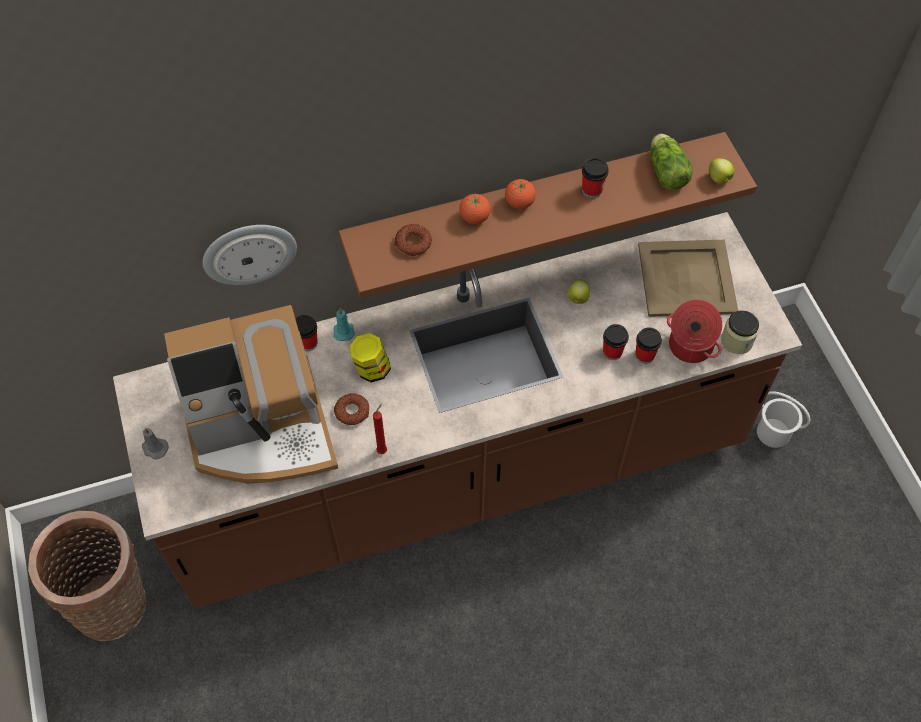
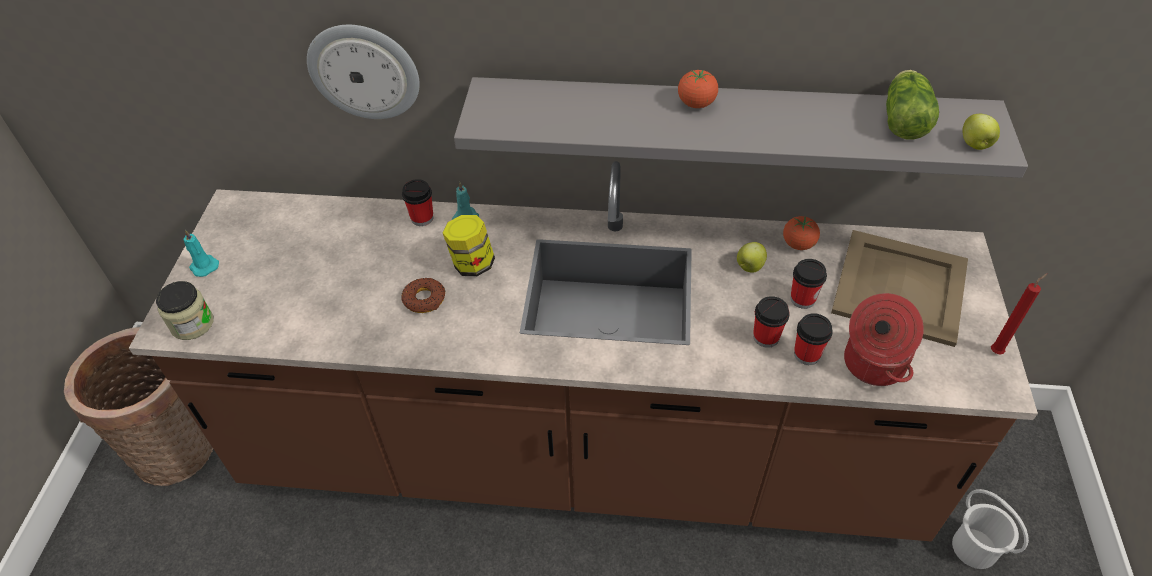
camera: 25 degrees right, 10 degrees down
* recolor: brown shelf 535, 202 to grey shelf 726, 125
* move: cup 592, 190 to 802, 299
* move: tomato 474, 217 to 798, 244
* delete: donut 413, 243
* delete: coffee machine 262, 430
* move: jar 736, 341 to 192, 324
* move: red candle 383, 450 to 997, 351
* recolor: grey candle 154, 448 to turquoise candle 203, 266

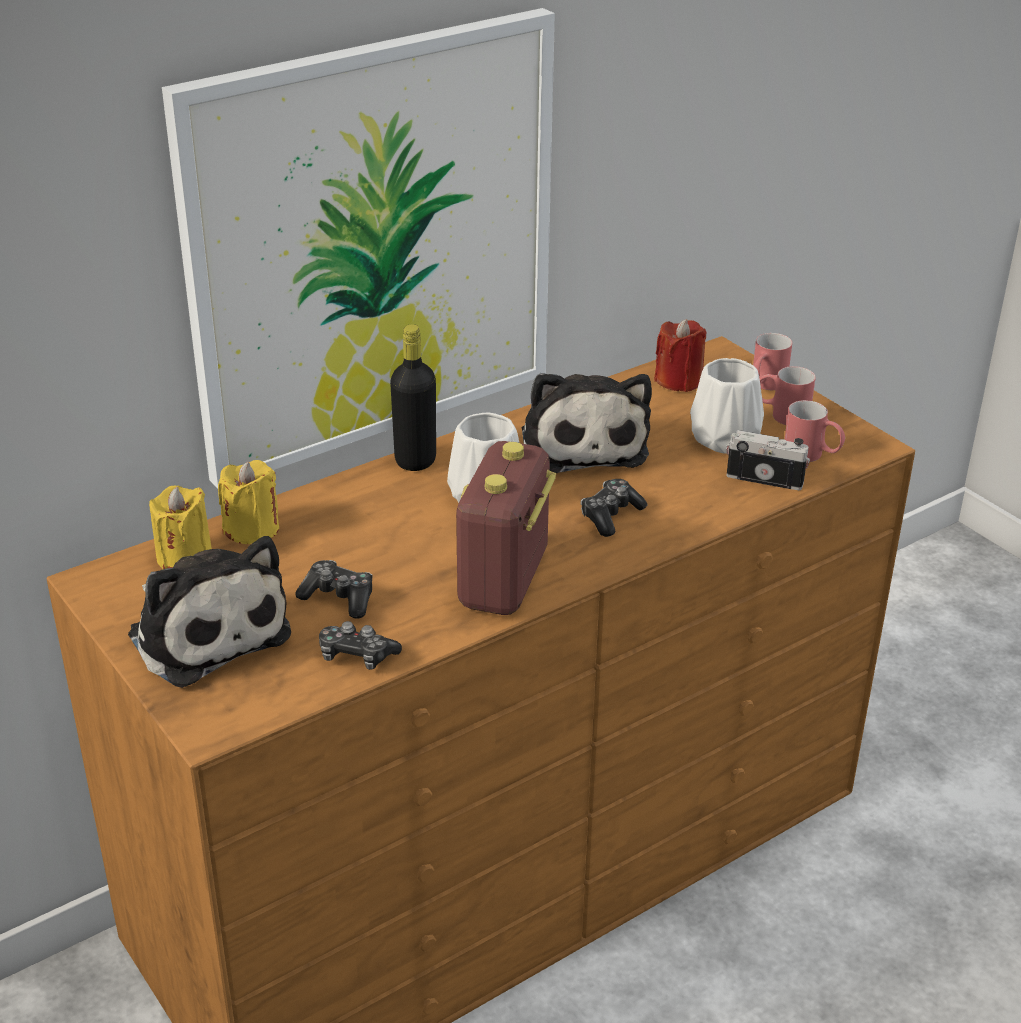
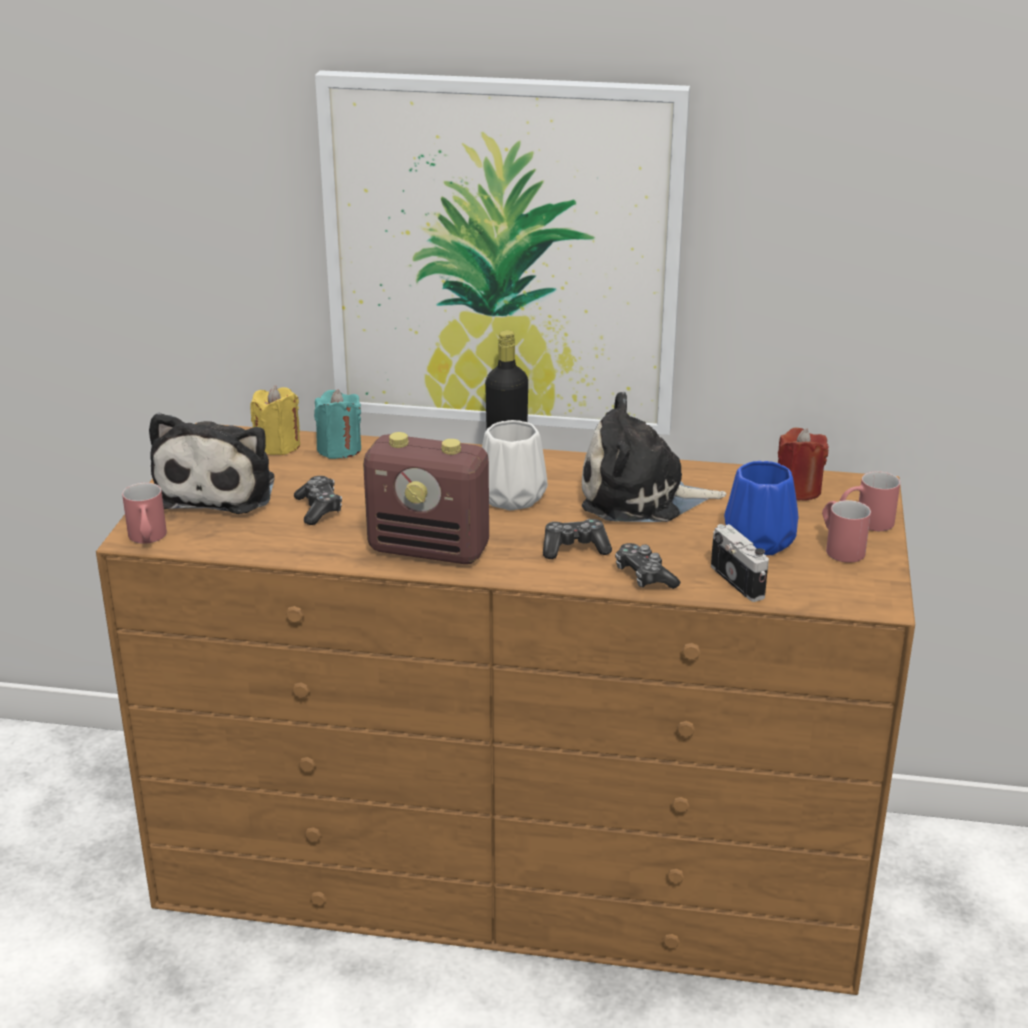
camera: 45 degrees right, 5 degrees down
* recolor: white vase 726, 439 to blue vase 759, 543
* rotate: plush toy 582, 444 = 640, 497 60 degrees clockwise
* move: red mug 812, 455 to 147, 539
* rotate: radio 503, 581 = 430, 549 135 degrees counterclockwise
* recolor: yellow candle 252, 529 to turquoise candle 339, 449
* move: game controller 356, 656 to 644, 576

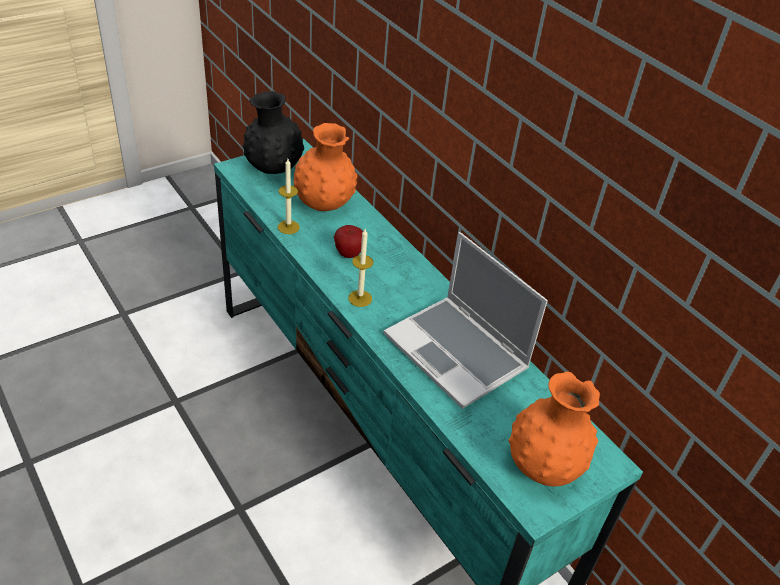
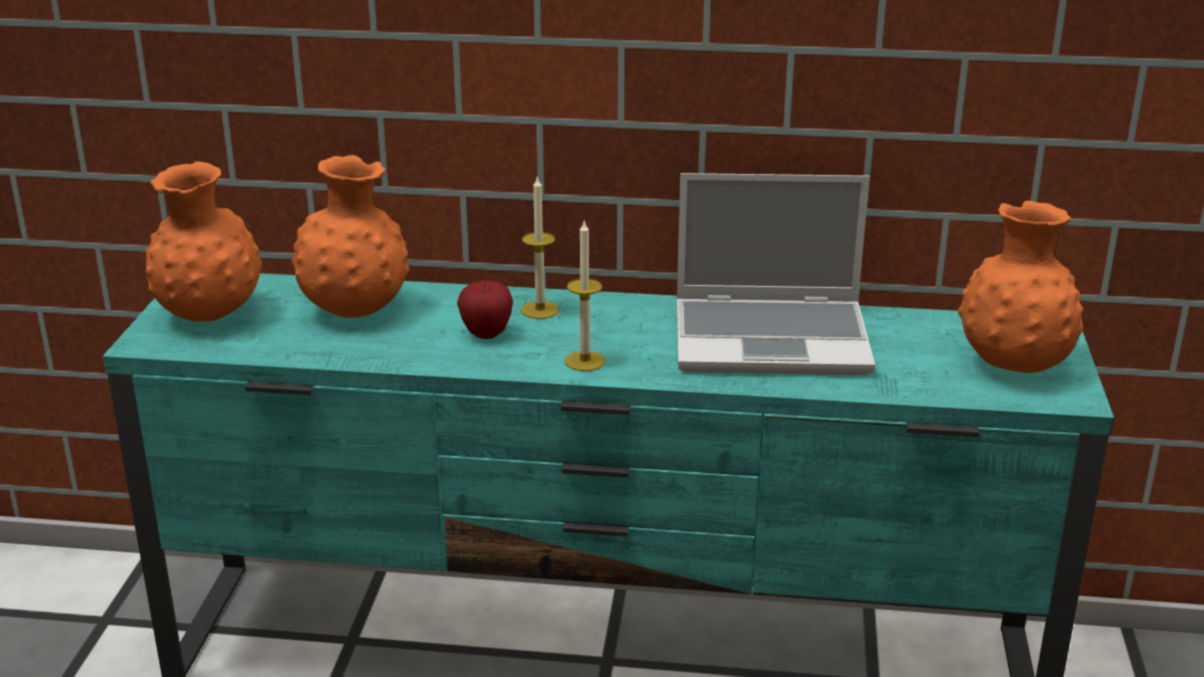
camera: 45 degrees left, 15 degrees down
* recolor: black vase 273, 169 to orange vase 209, 316
* move: candle 288, 227 to 540, 310

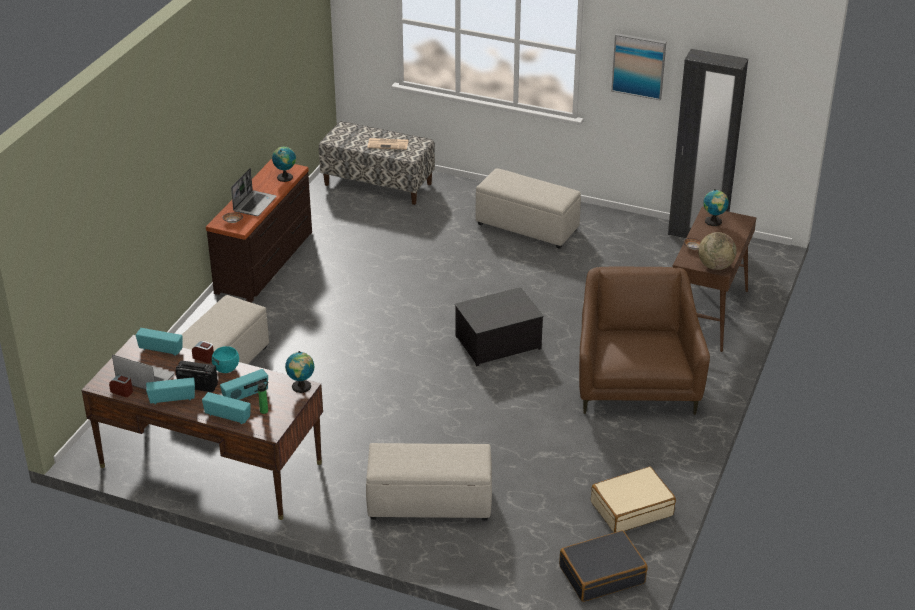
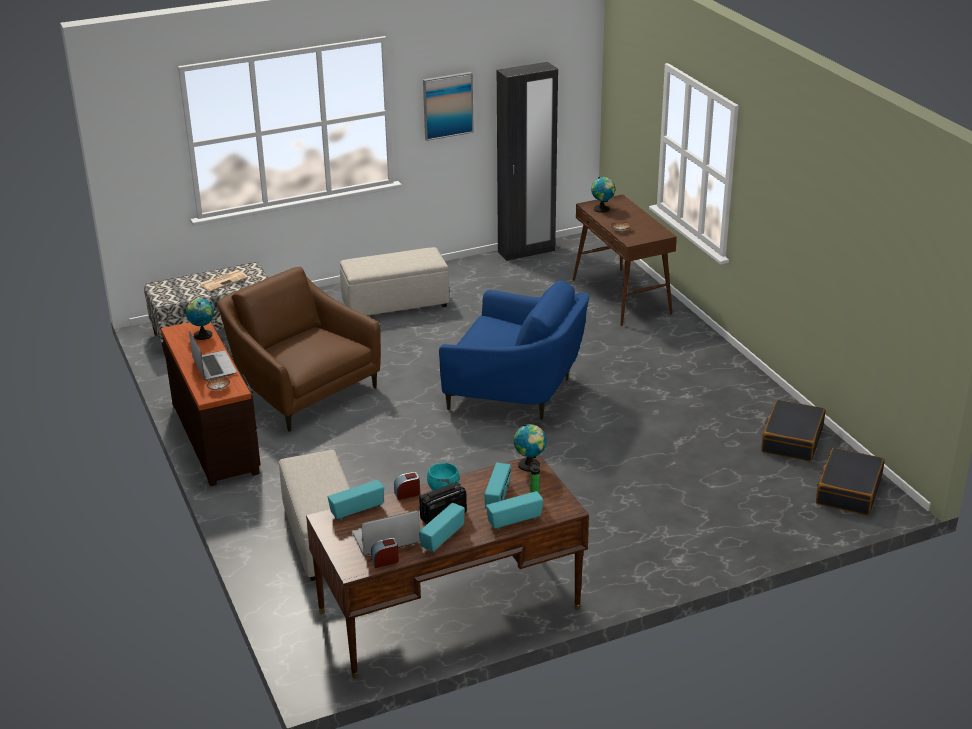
camera: 45 degrees left, 5 degrees down
* delete: globe 715, 266
* move: brown armchair 635, 381 to 301, 389
* replace: storage box 498, 343 to blue armchair 516, 391
* delete: beige ottoman 428, 503
* recolor: beige suitcase 631, 508 to black suitcase 791, 439

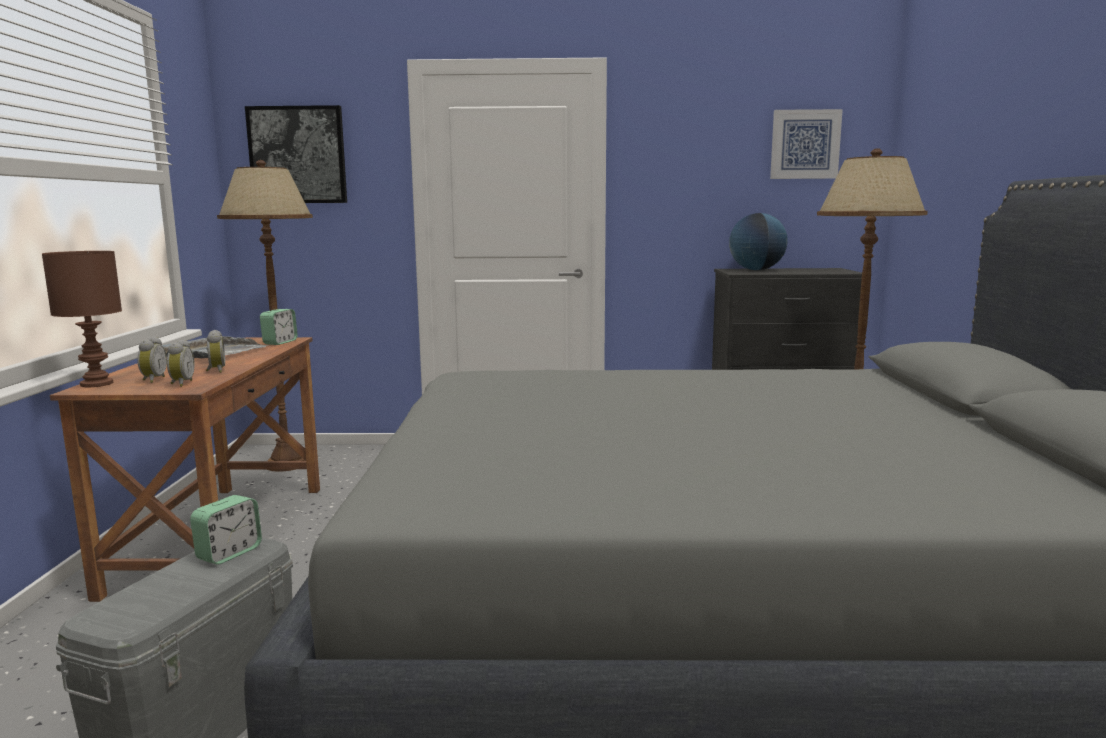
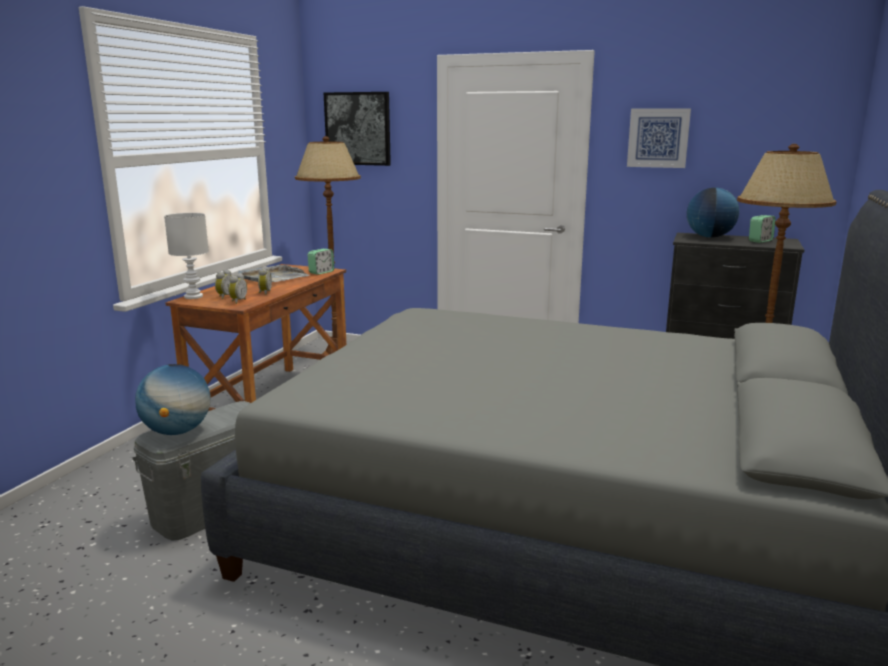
camera: 20 degrees right, 5 degrees up
* move: picture 805, 144 to 658, 138
* recolor: brown table lamp 97, 383 to white table lamp 194, 296
* move: alarm clock 229, 553 to 760, 241
* insert: globe 177, 431

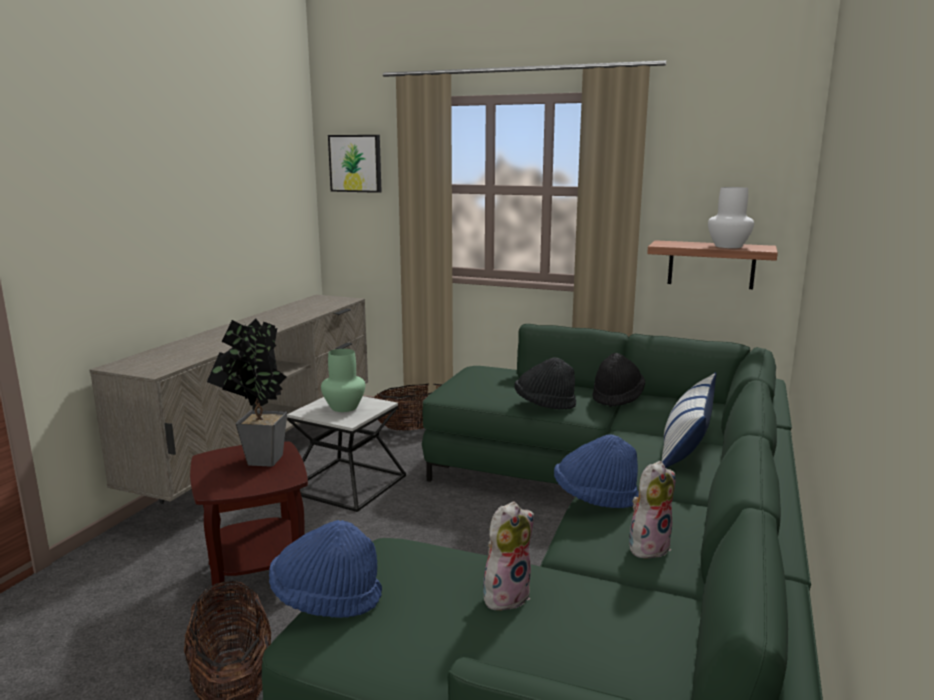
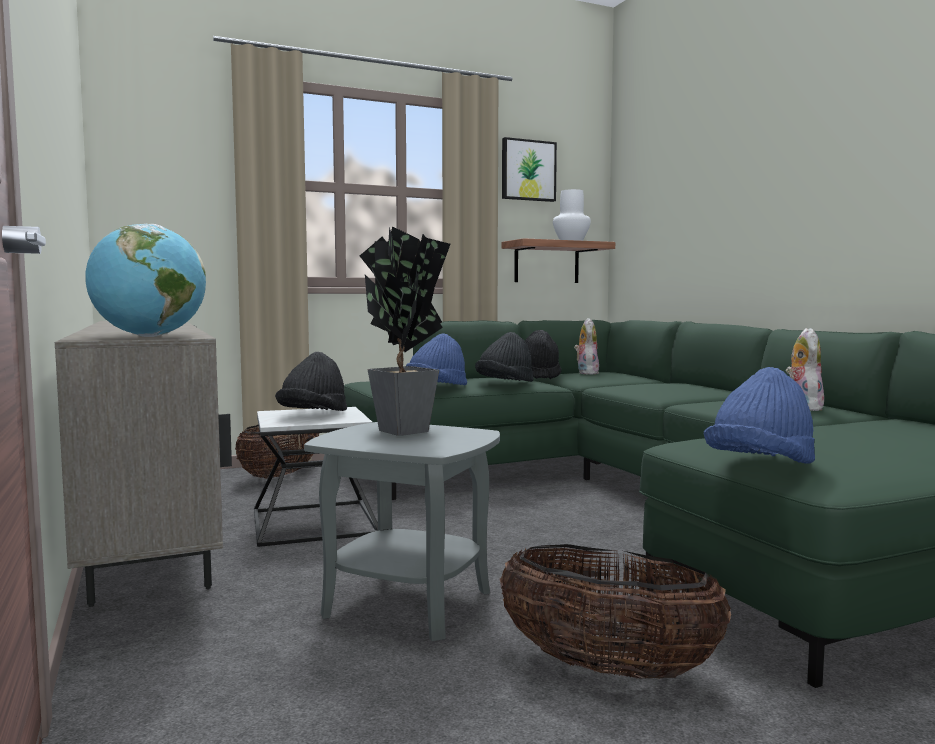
camera: 45 degrees left, 10 degrees down
* move: picture 356, 163 to 528, 170
* replace: green vase 345, 407 to black hat 313, 415
* delete: pillow 685, 446
* move: blue hat 595, 499 to 437, 387
* recolor: brown side table 257, 576 to grey side table 407, 603
* move: plush toy 506, 594 to 586, 373
* insert: globe 149, 336

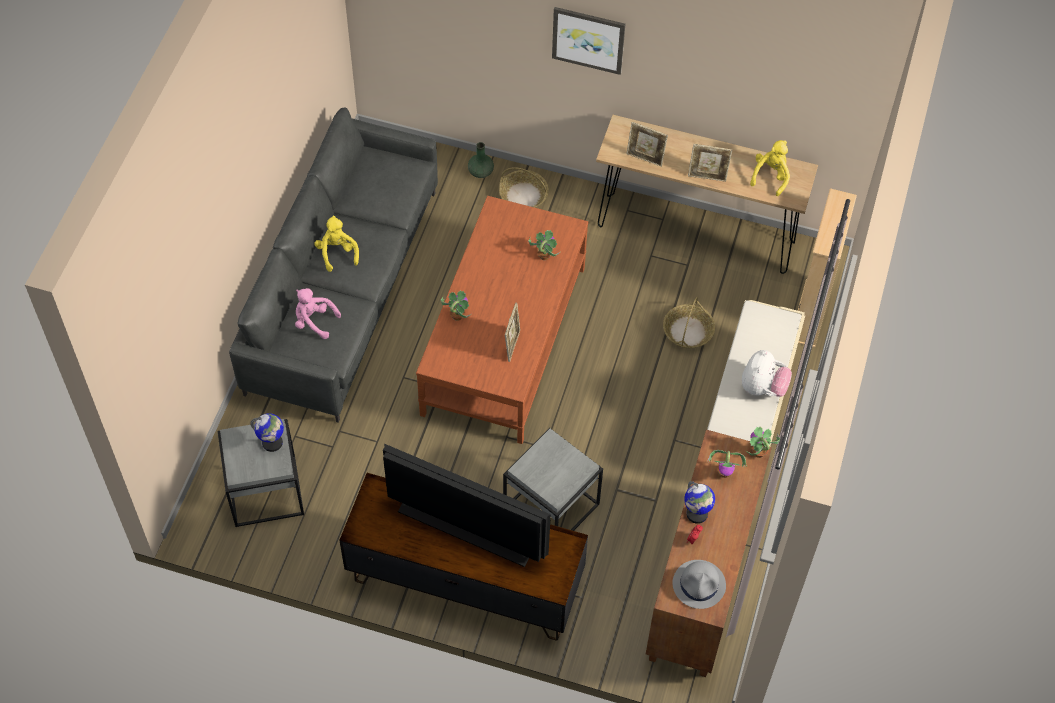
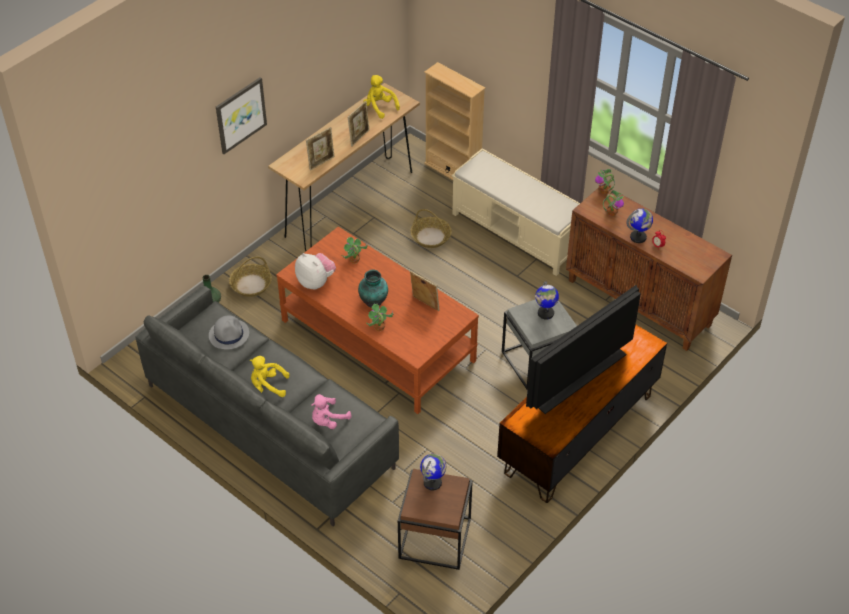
camera: 65 degrees left, 10 degrees down
* move: plush toy 762, 387 to 316, 282
* recolor: grey side table 264, 490 to brown side table 434, 539
* move: grey hat 699, 584 to 229, 334
* insert: vase 374, 302
* insert: globe 545, 313

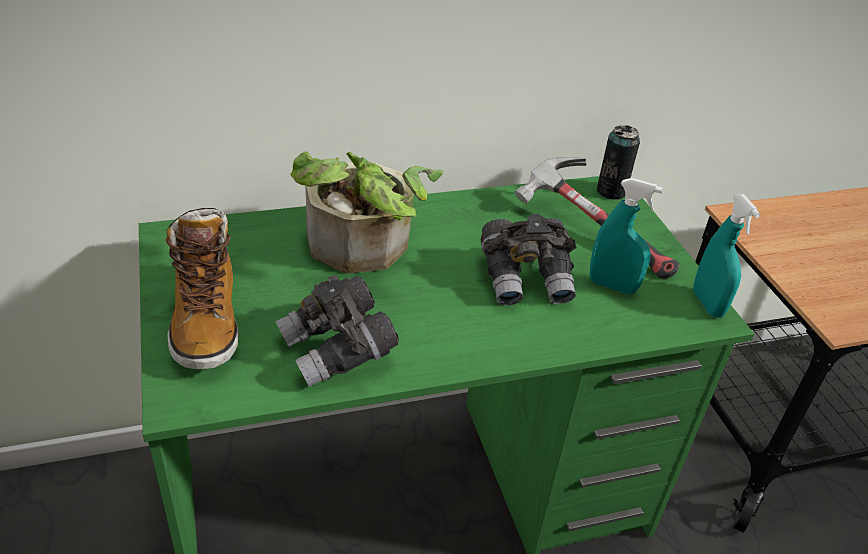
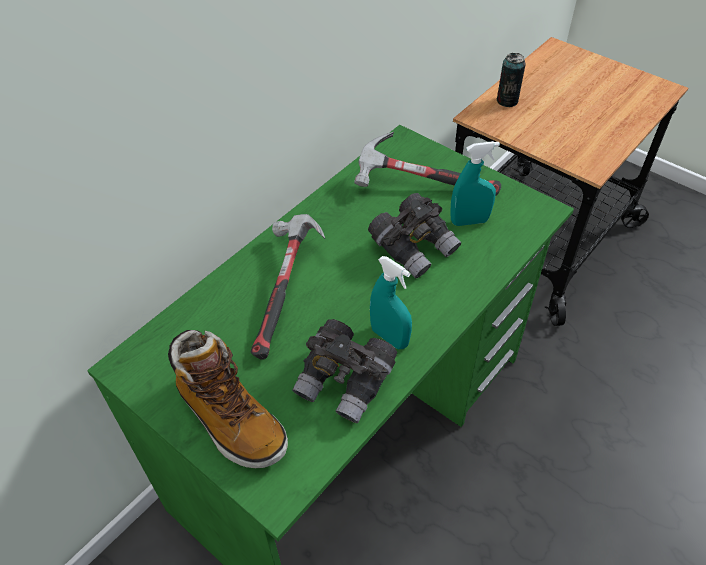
camera: 30 degrees left, 10 degrees up
* move: can 611, 191 to 507, 101
* replace: potted plant 362, 251 to hammer 285, 291
* move: turquoise spray bottle 707, 304 to 389, 337

